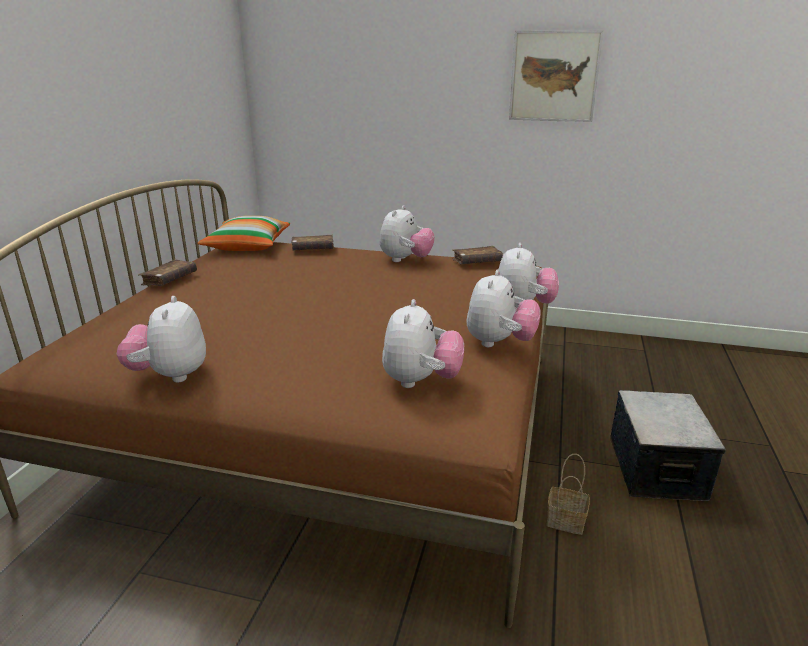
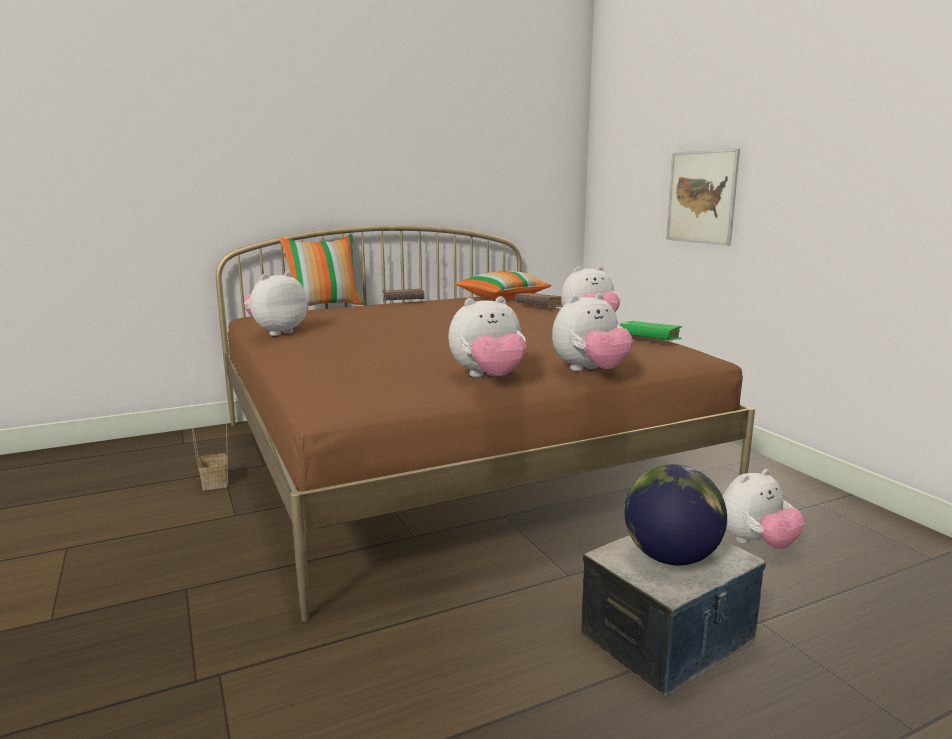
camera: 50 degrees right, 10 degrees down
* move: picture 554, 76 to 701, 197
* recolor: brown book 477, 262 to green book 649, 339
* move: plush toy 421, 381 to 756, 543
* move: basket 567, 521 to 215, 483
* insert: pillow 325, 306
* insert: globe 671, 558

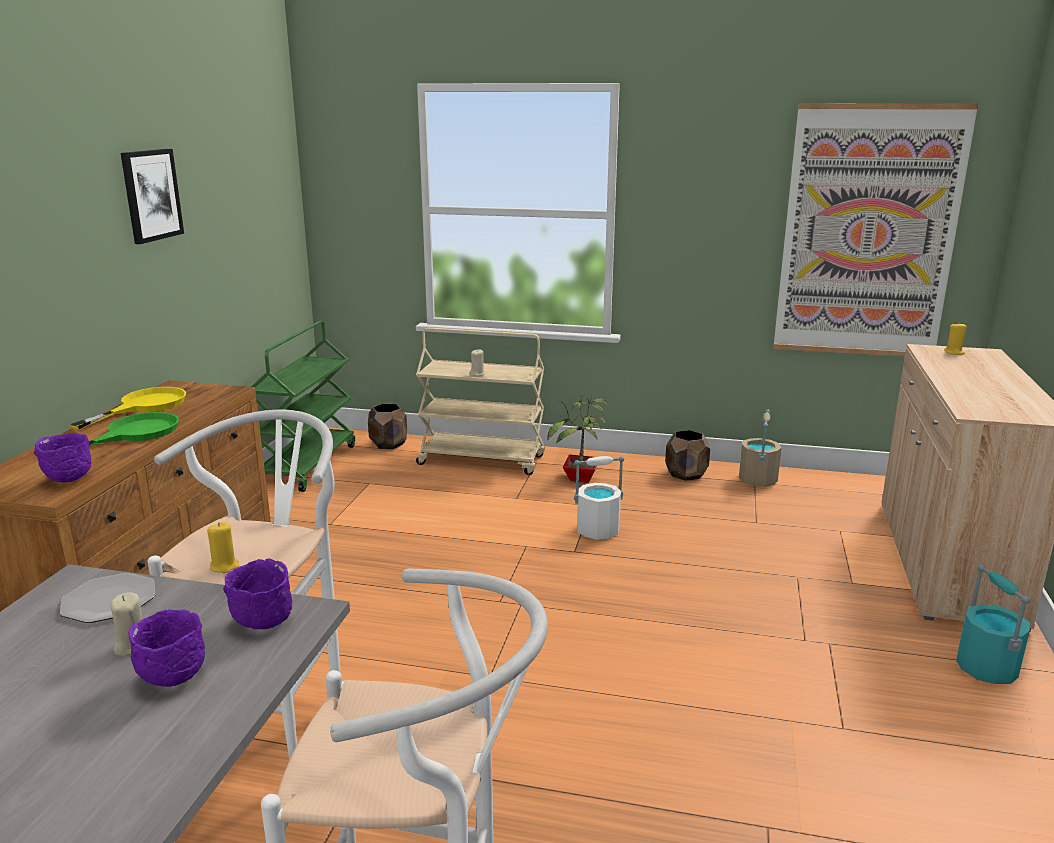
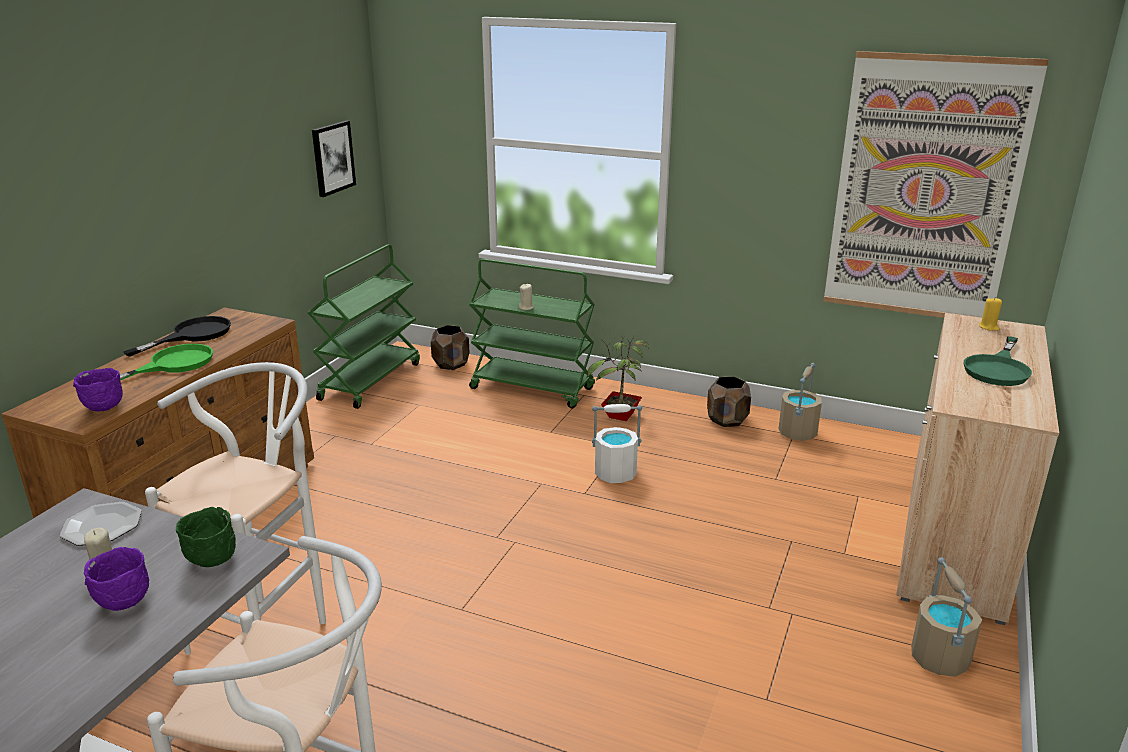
camera: 10 degrees right, 5 degrees up
* move: picture 151, 195 to 332, 158
* recolor: beige cart 482, 460 to green cart 533, 388
* recolor: yellow frying pan 144, 406 to black frying pan 192, 335
* delete: yellow candle 225, 566
* recolor: purple bowl 263, 622 to green bowl 212, 559
* recolor: turquoise bucket 986, 668 to beige bucket 939, 657
* insert: green frying pan 998, 368

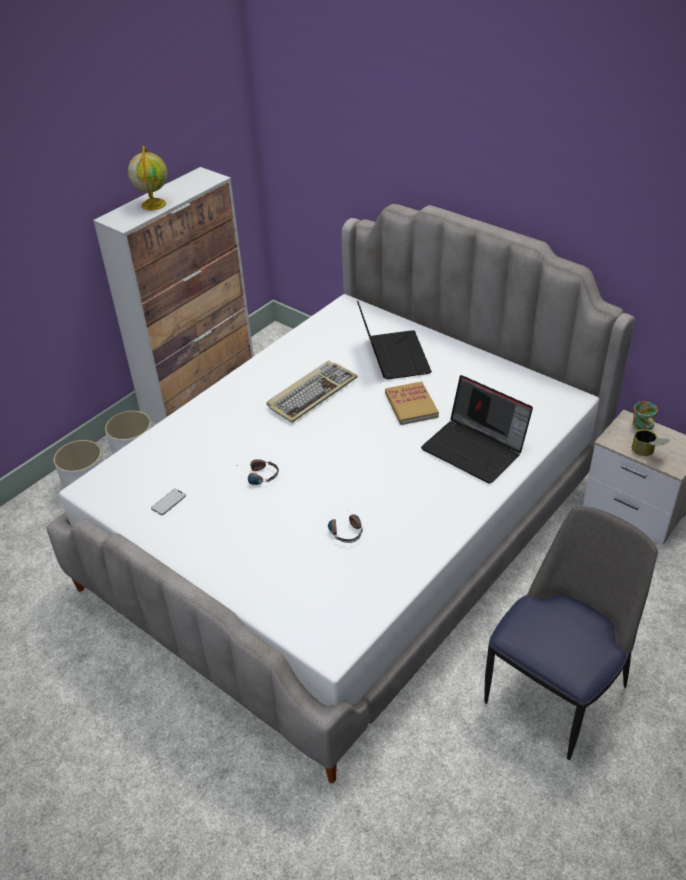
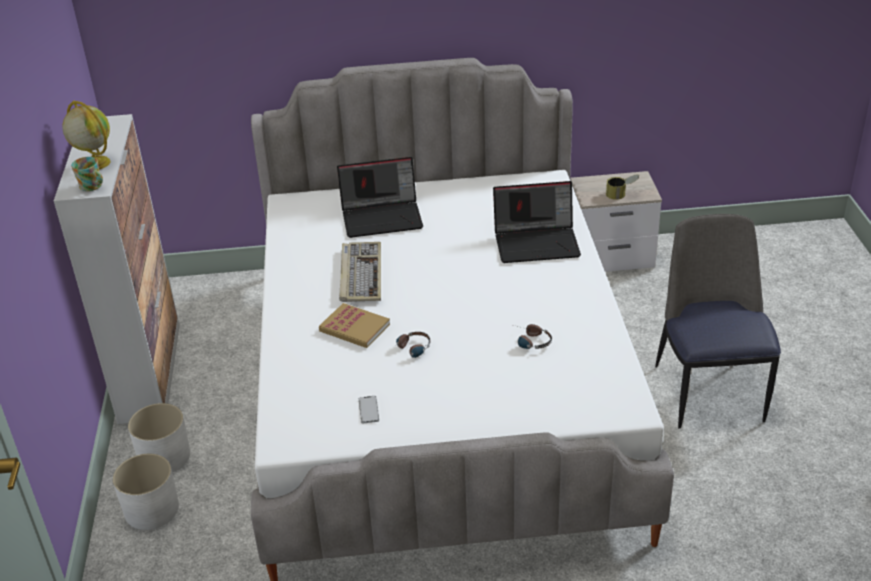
camera: 45 degrees left, 5 degrees down
* rotate: laptop 392, 356 = 383, 217 135 degrees clockwise
* move: book 411, 405 to 354, 328
* move: mug 643, 427 to 92, 186

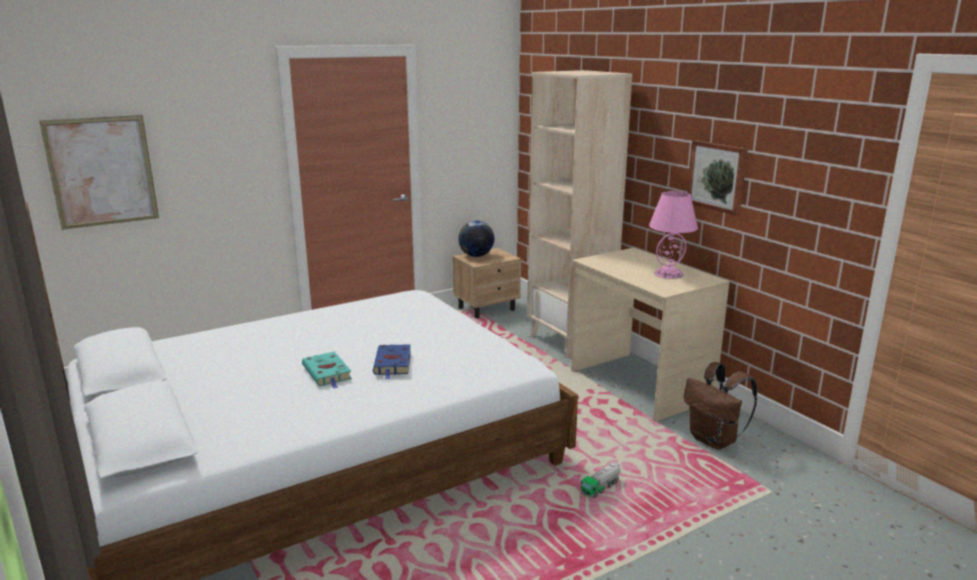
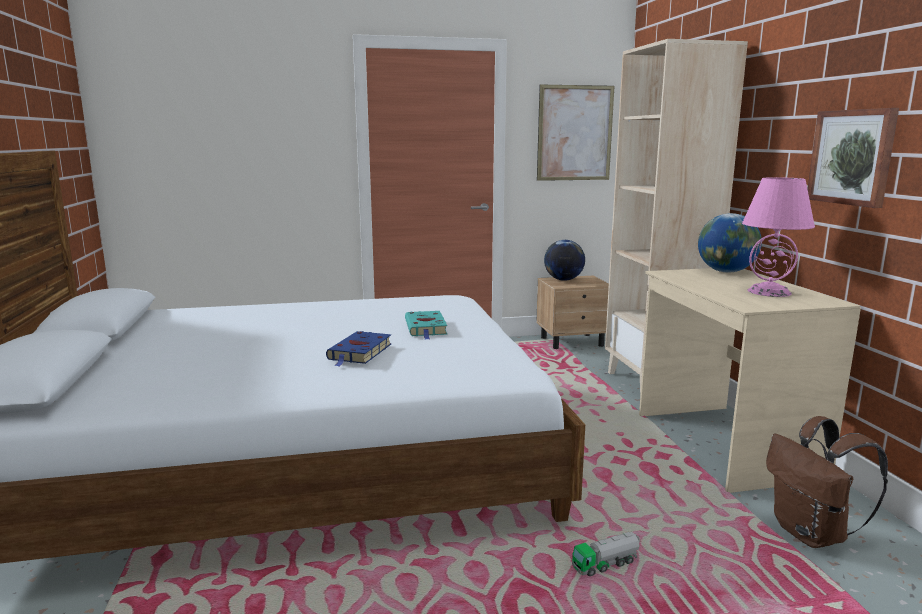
camera: 20 degrees right, 5 degrees down
* move: picture 102, 171 to 575, 133
* move: turquoise book 327, 373 to 426, 328
* insert: globe 726, 271

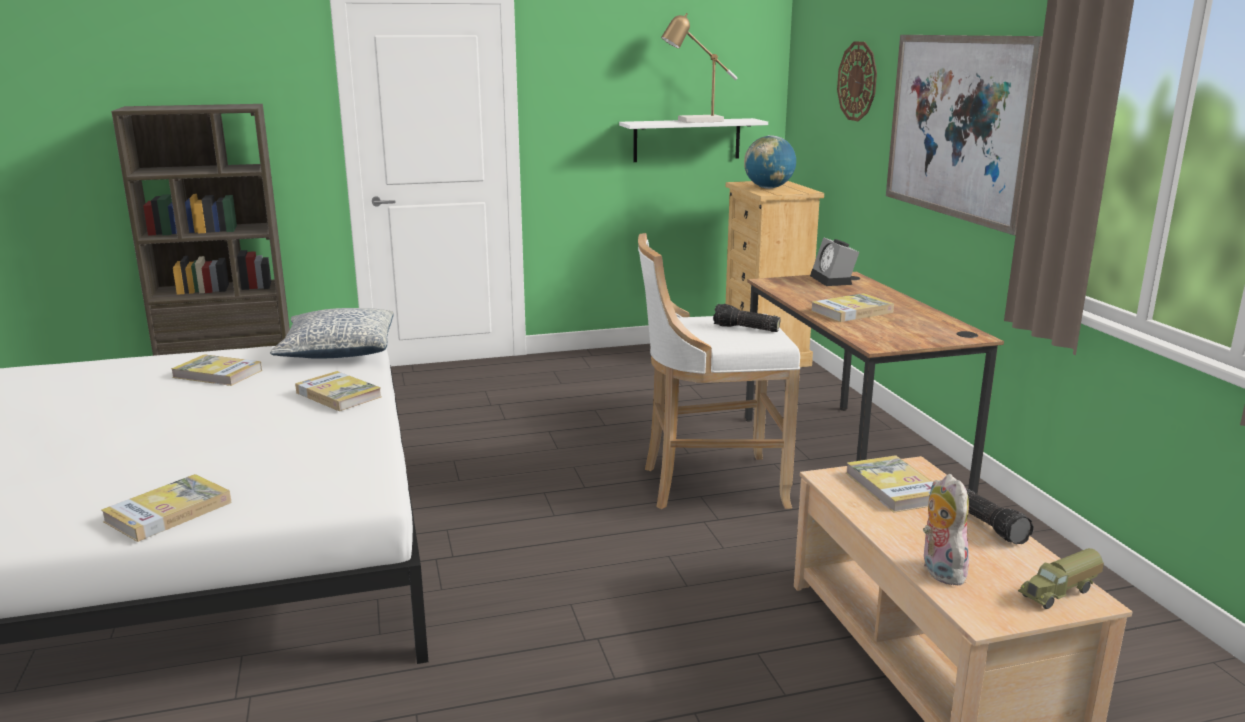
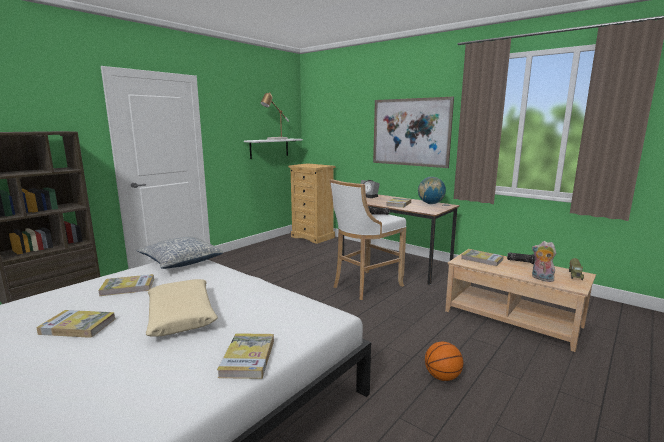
camera: 35 degrees left, 5 degrees down
* delete: wall clock 857, 81
* move: globe 768, 188 to 430, 203
* move: book 338, 395 to 78, 326
* insert: beige pillow 181, 315
* insert: basketball 442, 377

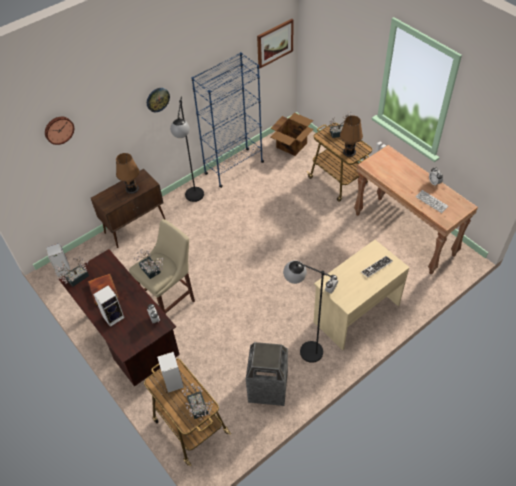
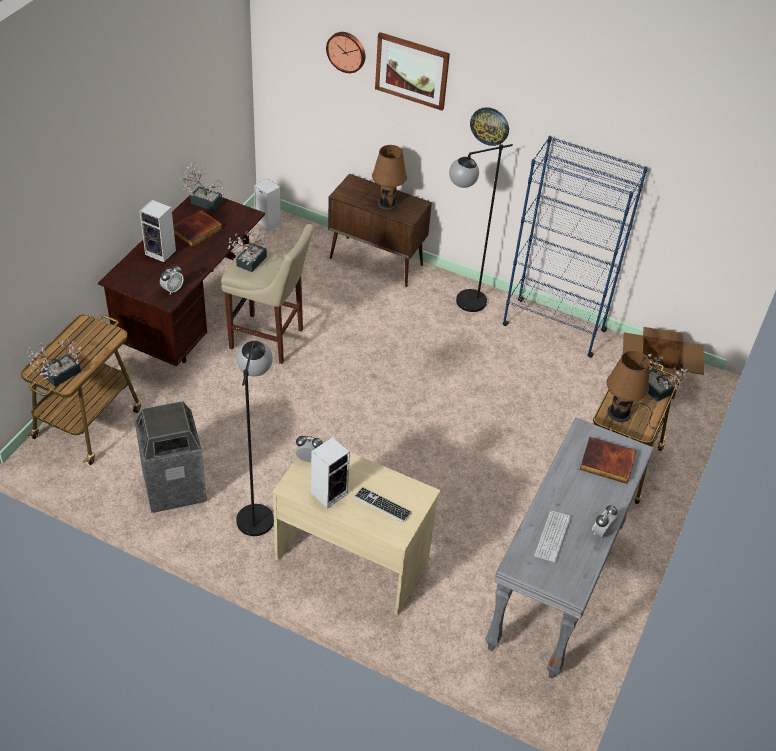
camera: 60 degrees right, 5 degrees down
* move: picture 274, 43 to 412, 70
* recolor: brown console table 404, 234 to grey console table 556, 589
* move: speaker 173, 381 to 329, 492
* insert: book 606, 463

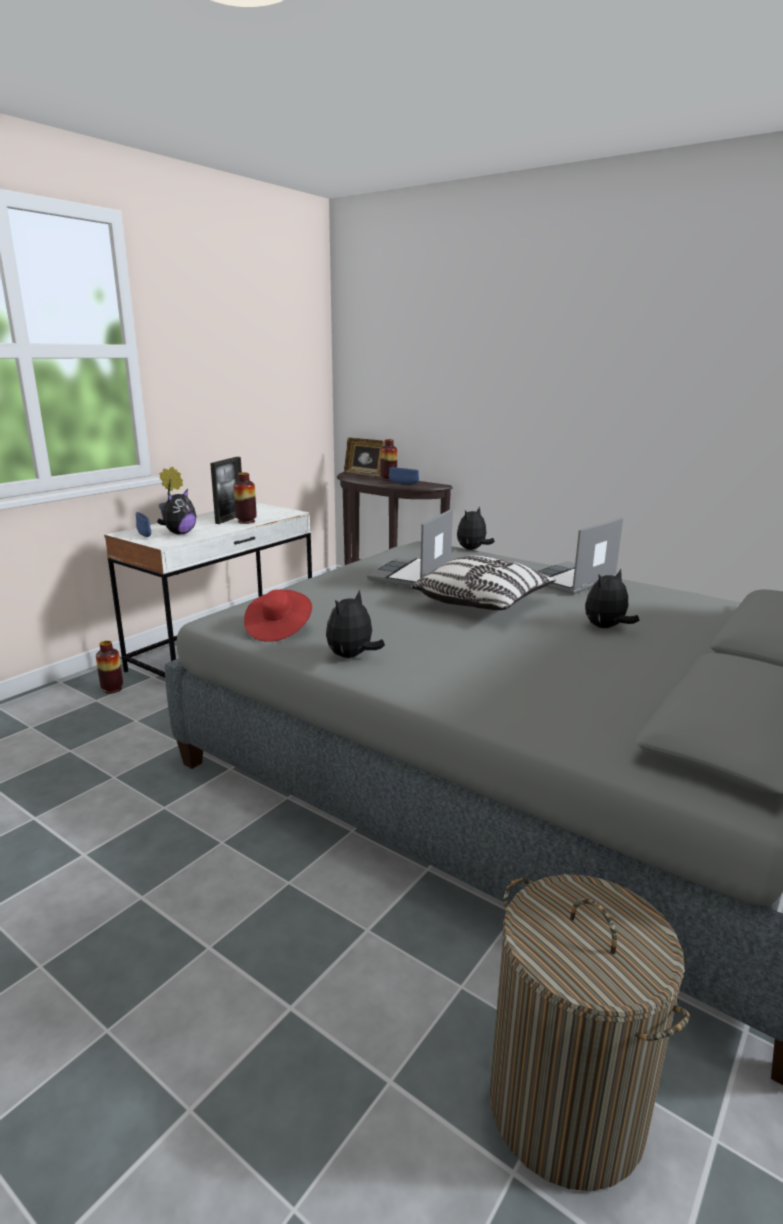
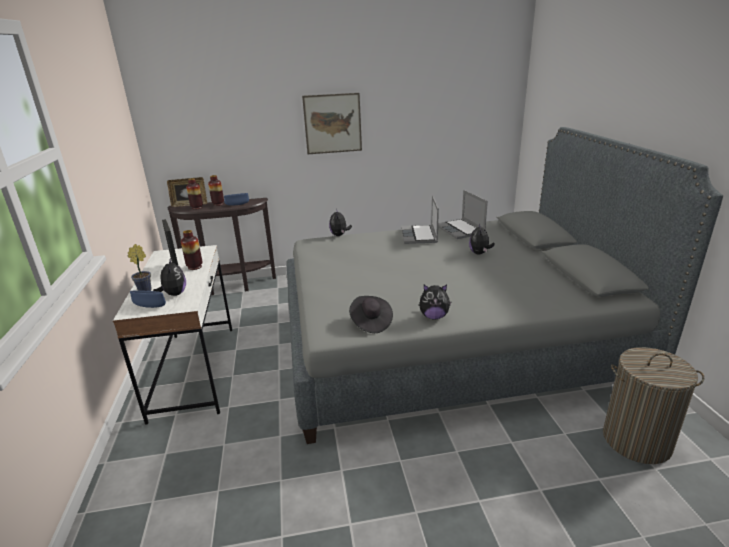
camera: 45 degrees left, 5 degrees up
* move: laptop 411, 575 to 461, 230
* delete: pillow 483, 602
* recolor: red hat 278, 630 to black hat 370, 323
* rotate: plush toy 352, 656 = 434, 316 75 degrees counterclockwise
* move: vase 112, 689 to 197, 207
* insert: picture 332, 123

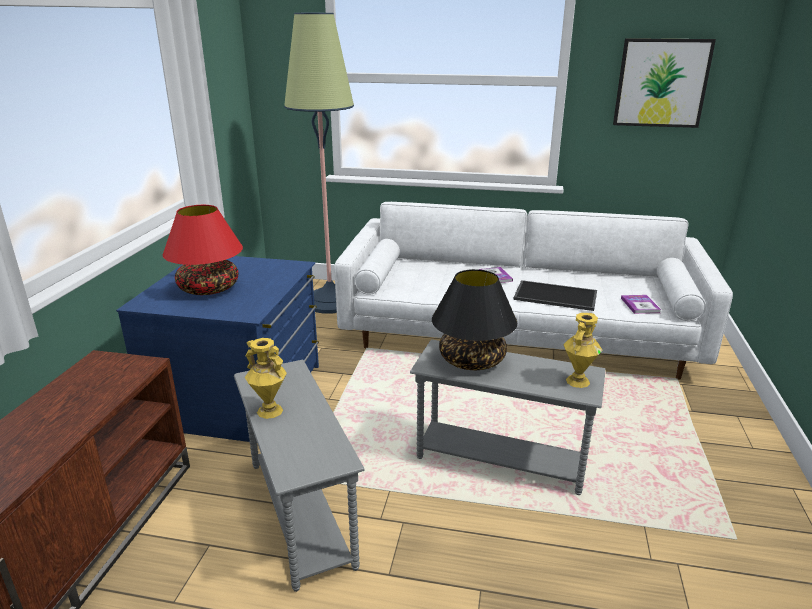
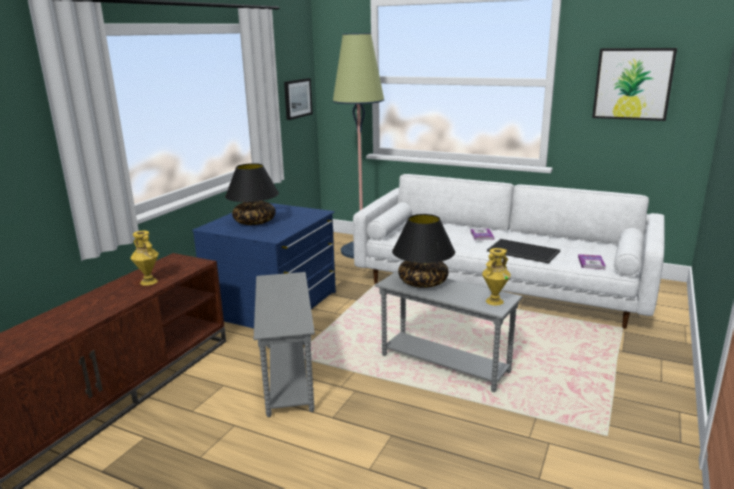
camera: 15 degrees right, 5 degrees down
* recolor: red table lamp 208, 289 to black table lamp 254, 222
* move: yellow vase 269, 411 to 148, 282
* insert: picture 297, 98

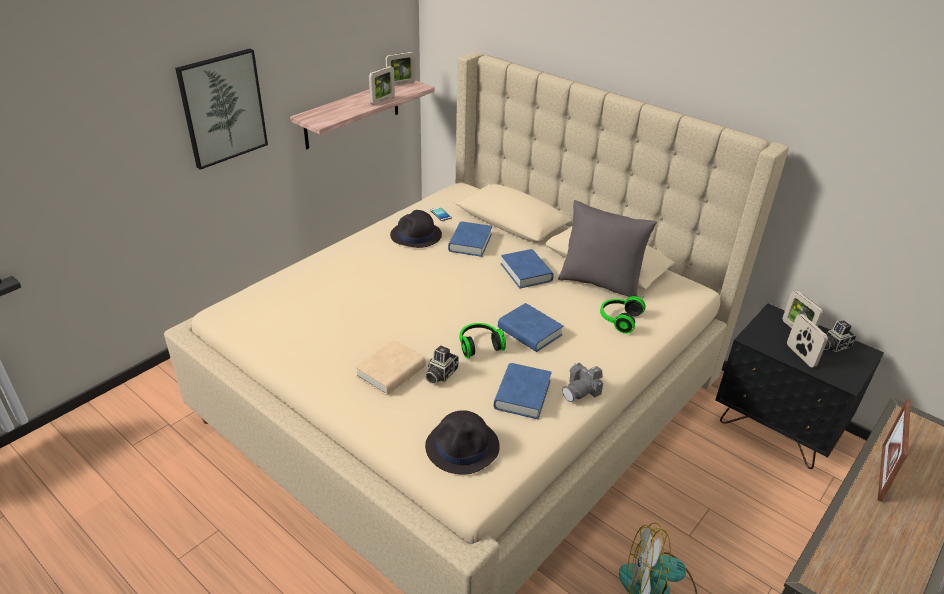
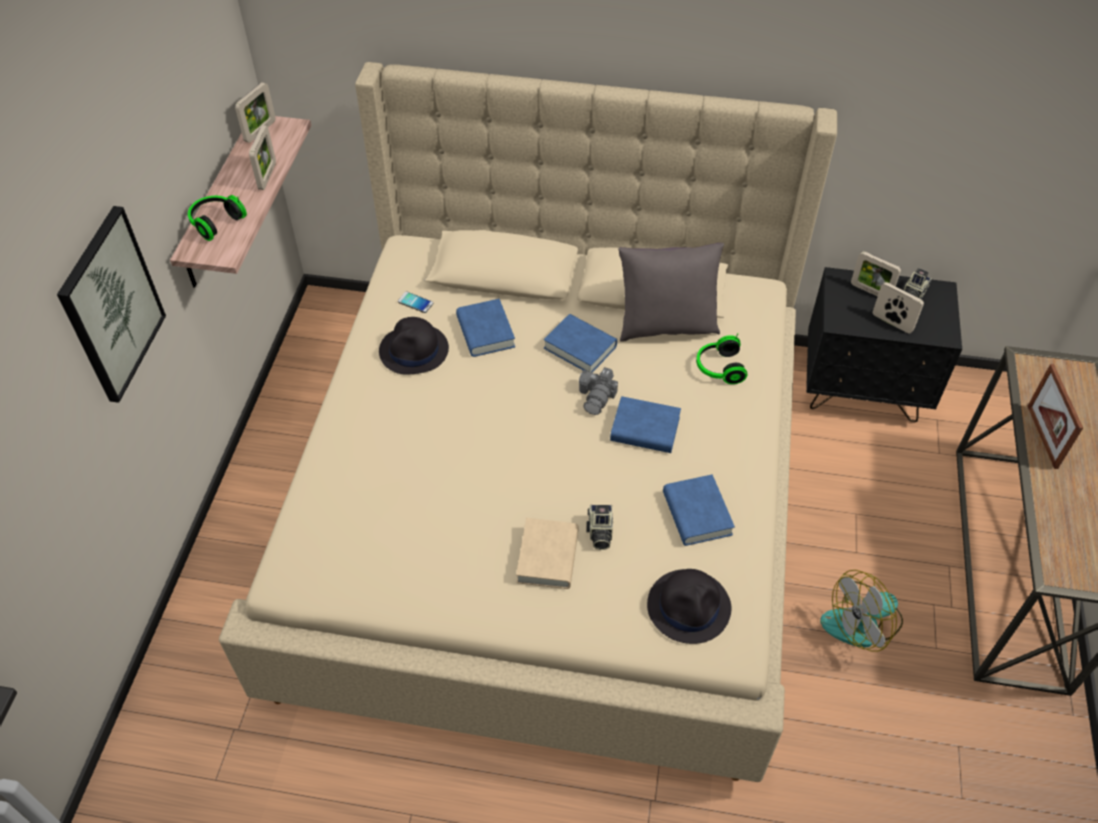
camera: 30 degrees left, 15 degrees up
* move: headphones 479, 345 to 215, 222
* move: photo camera 581, 390 to 597, 397

